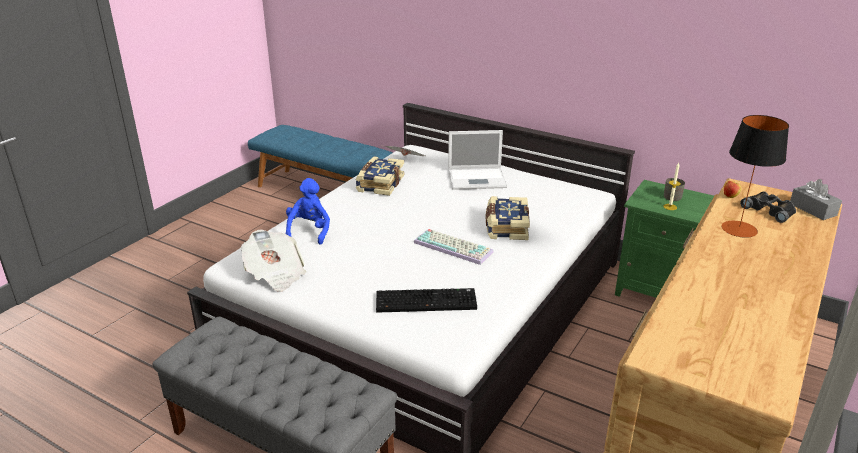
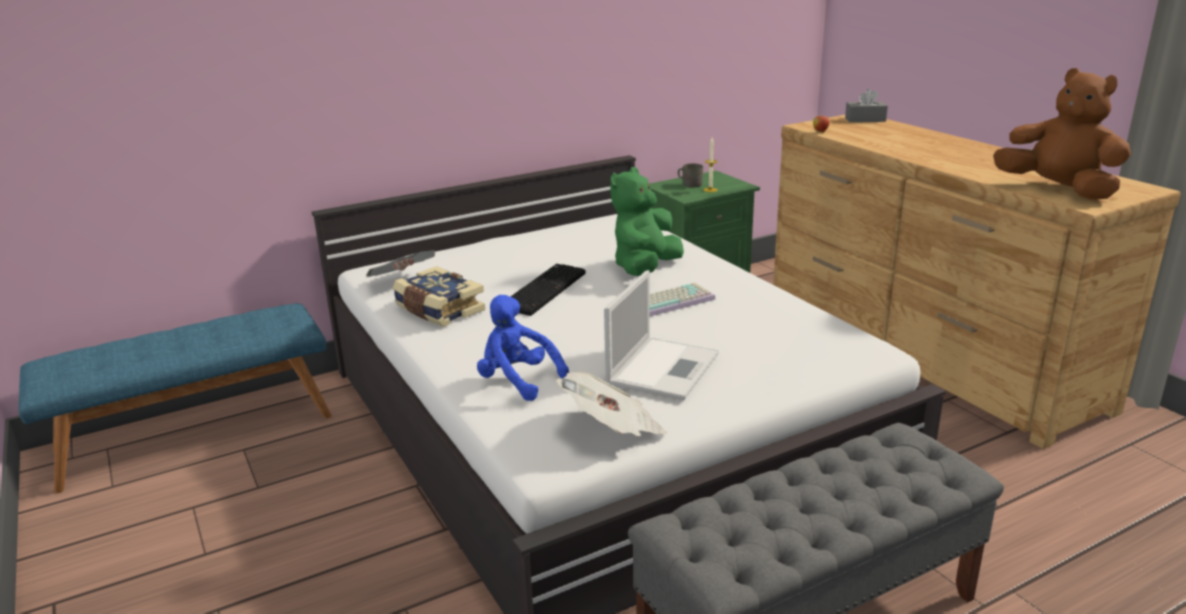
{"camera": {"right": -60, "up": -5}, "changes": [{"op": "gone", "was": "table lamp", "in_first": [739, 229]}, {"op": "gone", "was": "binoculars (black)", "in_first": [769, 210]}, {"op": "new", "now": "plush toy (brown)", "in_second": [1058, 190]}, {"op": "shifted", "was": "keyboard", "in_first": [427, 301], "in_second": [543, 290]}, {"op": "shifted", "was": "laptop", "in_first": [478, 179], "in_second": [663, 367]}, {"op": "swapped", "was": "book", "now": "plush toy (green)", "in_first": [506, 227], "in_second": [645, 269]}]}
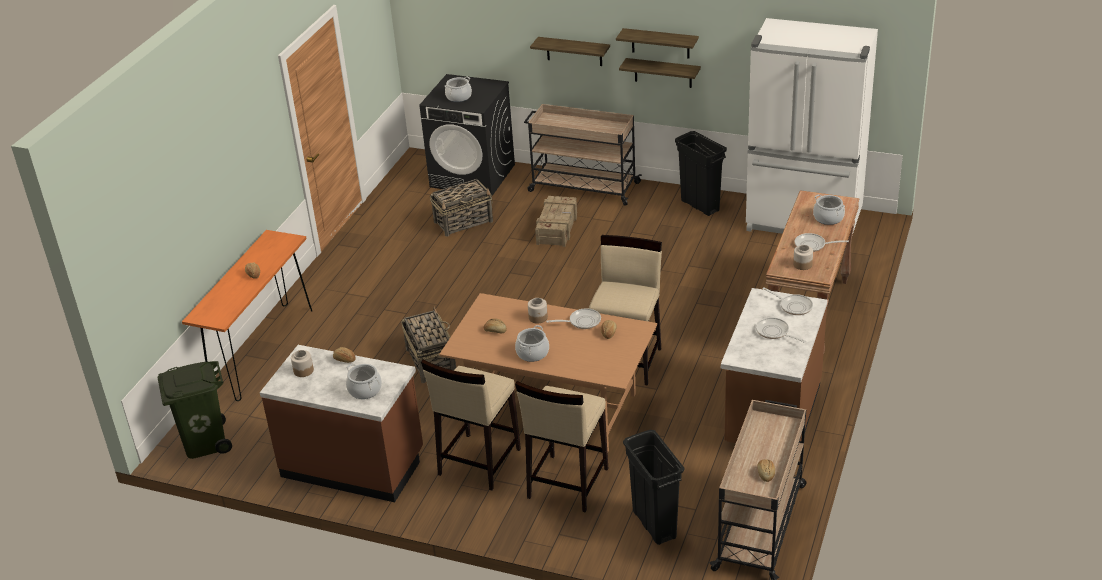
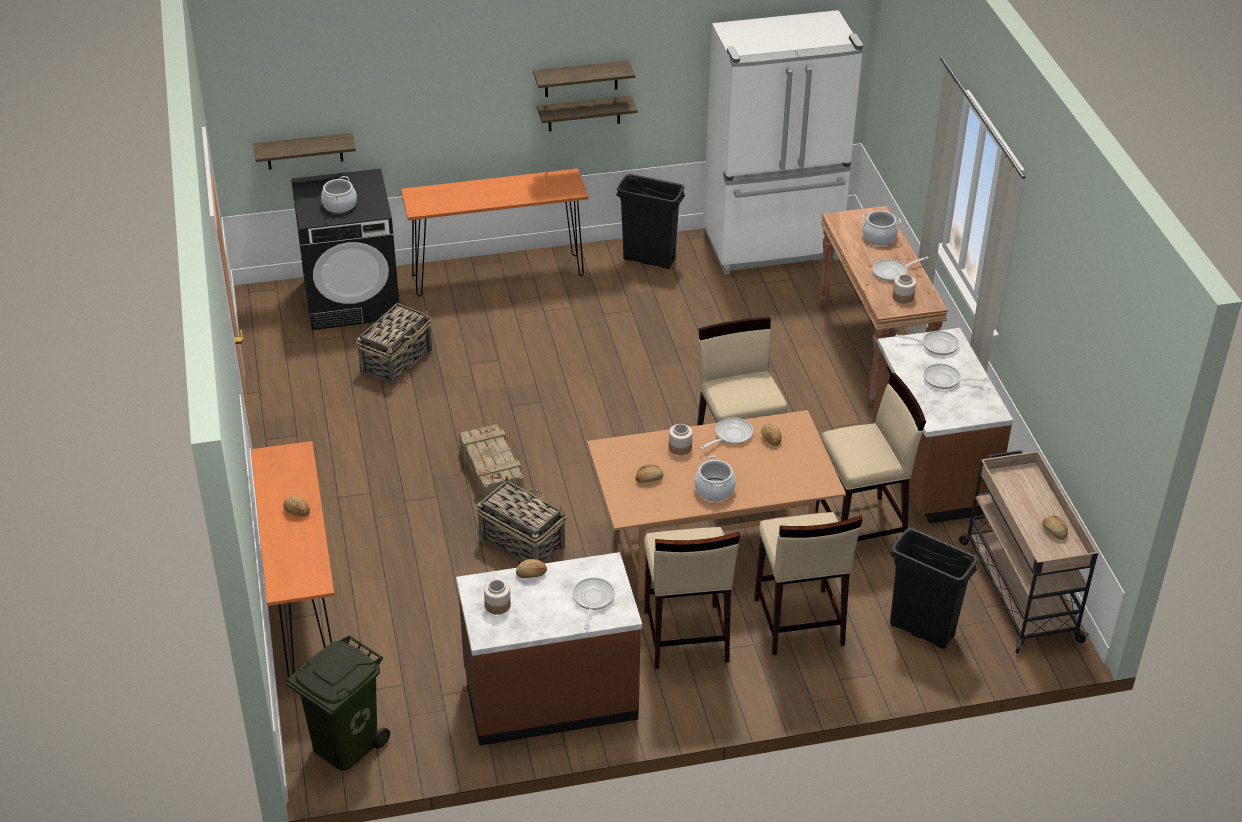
{"camera": {"right": -35, "up": 5}, "changes": [{"op": "new", "now": "stool (beige)", "in_second": [861, 527]}, {"op": "shifted", "was": "shelf", "in_first": [574, 51], "in_second": [304, 151]}, {"op": "shifted", "was": "crate", "in_first": [557, 228], "in_second": [492, 473]}, {"op": "swapped", "was": "cooking pot", "now": "frying pan", "in_first": [365, 390], "in_second": [592, 600]}, {"op": "swapped", "was": "cart (beige)", "now": "console table (orange)", "in_first": [582, 187], "in_second": [498, 275]}]}
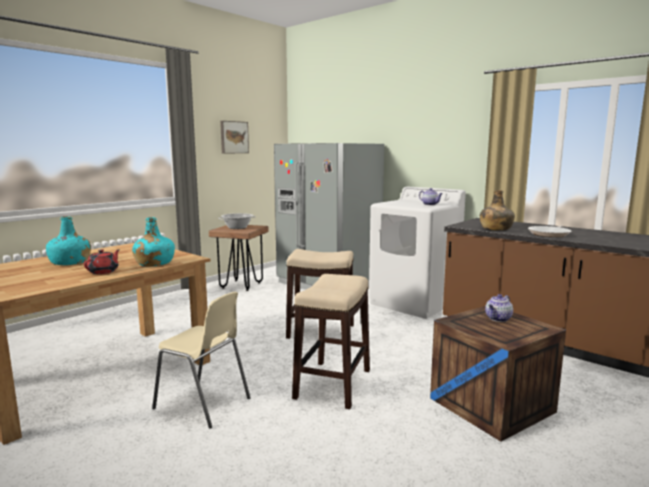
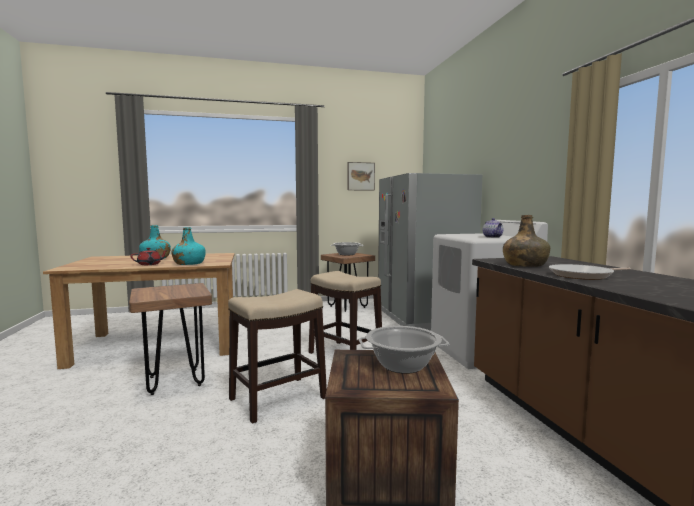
{"camera": {"right": 35, "up": -5}, "changes": [{"op": "swapped", "was": "chair (beige)", "now": "stool (brown)", "in_first": [203, 403], "in_second": [174, 381]}, {"op": "swapped", "was": "teapot", "now": "cooking pot", "in_first": [498, 319], "in_second": [402, 365]}]}
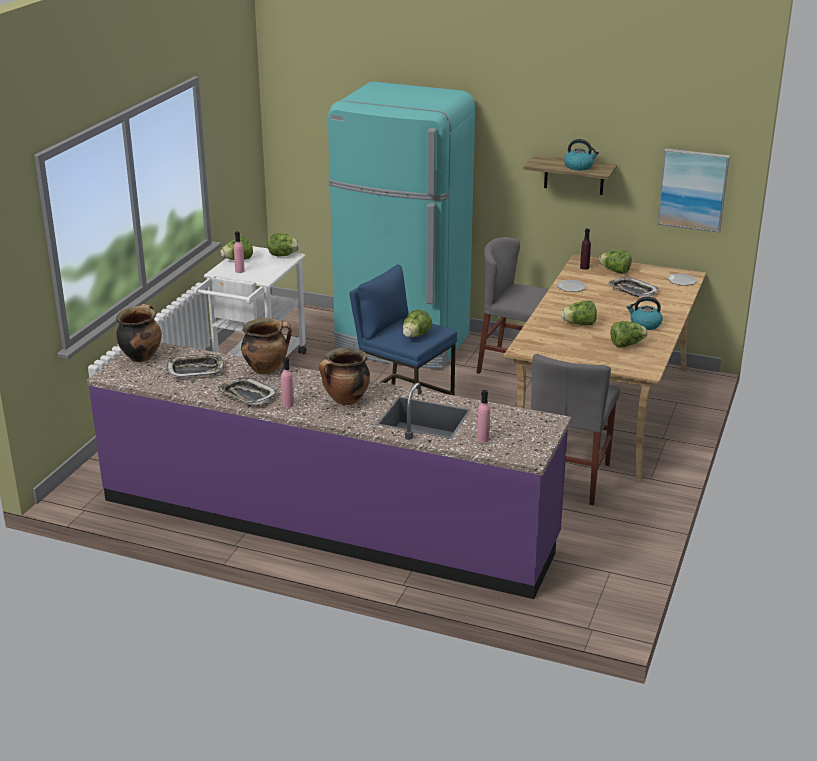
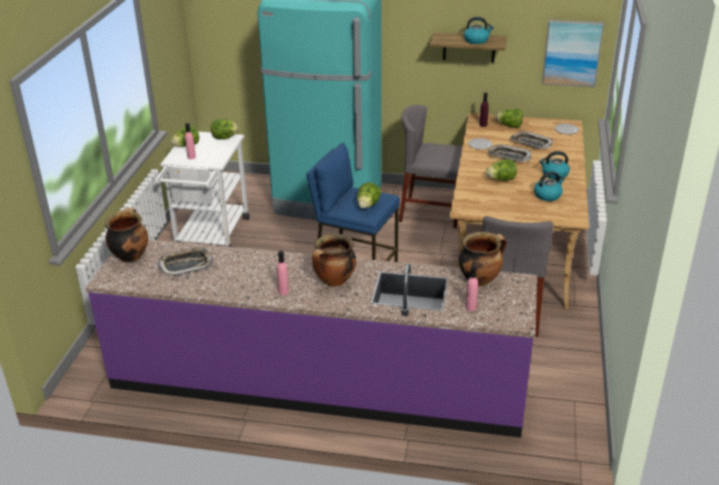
{"camera": {"right": -10, "up": 5}, "changes": [{"op": "shifted", "was": "tray", "in_first": [247, 395], "in_second": [509, 157]}, {"op": "shifted", "was": "cooking pot", "in_first": [267, 369], "in_second": [480, 279]}, {"op": "swapped", "was": "lettuce", "now": "kettle", "in_first": [626, 344], "in_second": [548, 195]}]}
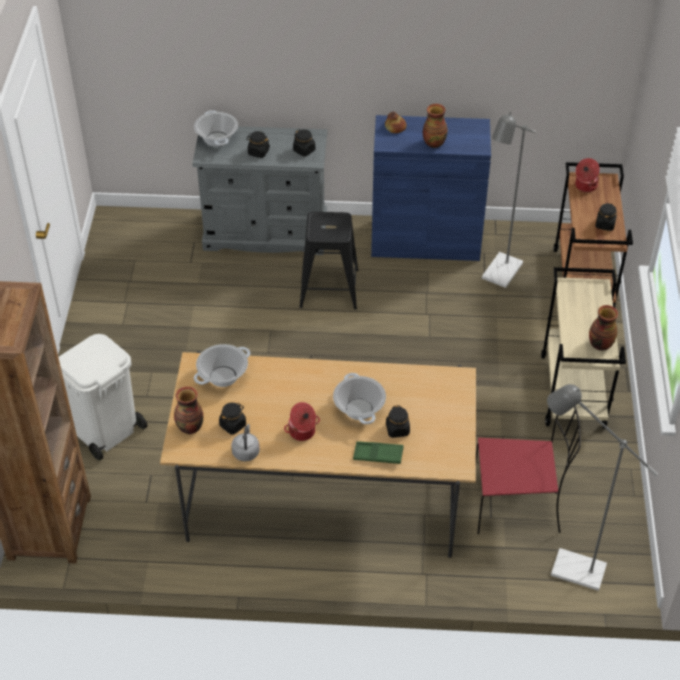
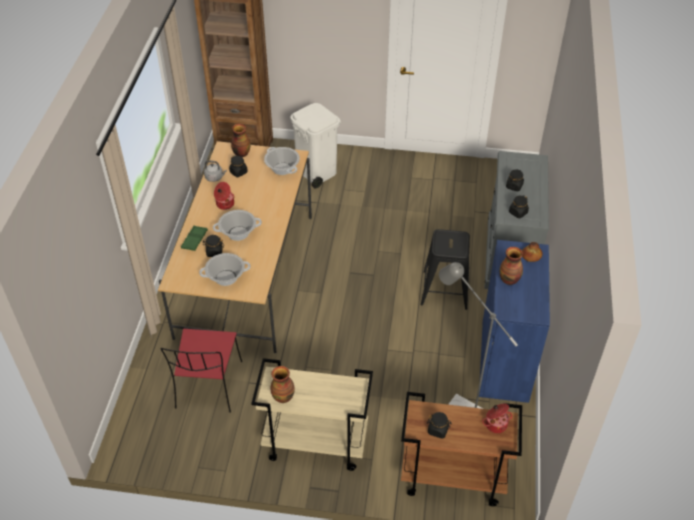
{"camera": {"right": 95, "up": 0}, "changes": [{"op": "gone", "was": "floor lamp (grey)", "in_first": [568, 567]}, {"op": "shifted", "was": "cooking pot", "in_first": [217, 139], "in_second": [226, 277]}]}
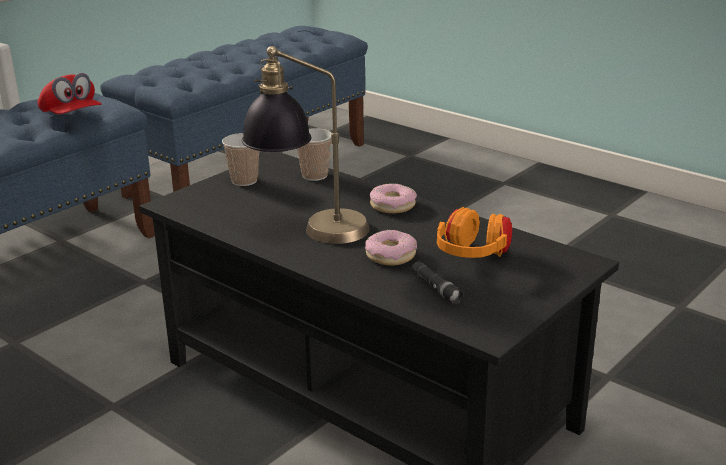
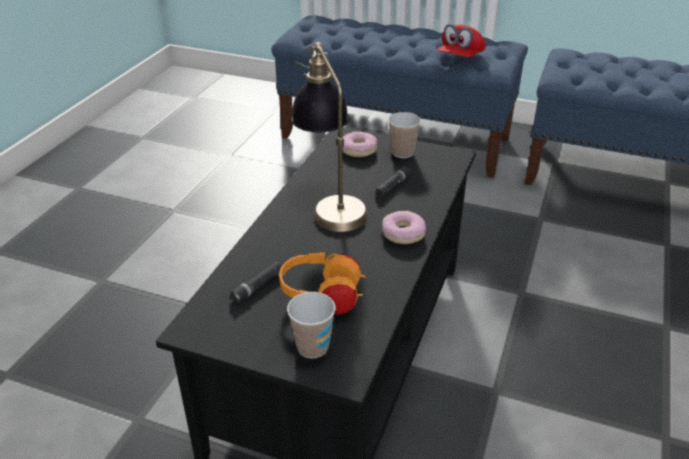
{"camera": {"right": 70, "up": 10}, "changes": [{"op": "new", "now": "flashlight (black)", "in_second": [392, 186]}, {"op": "shifted", "was": "cup", "in_first": [314, 176], "in_second": [312, 347]}, {"op": "shifted", "was": "donut", "in_first": [391, 255], "in_second": [358, 149]}]}
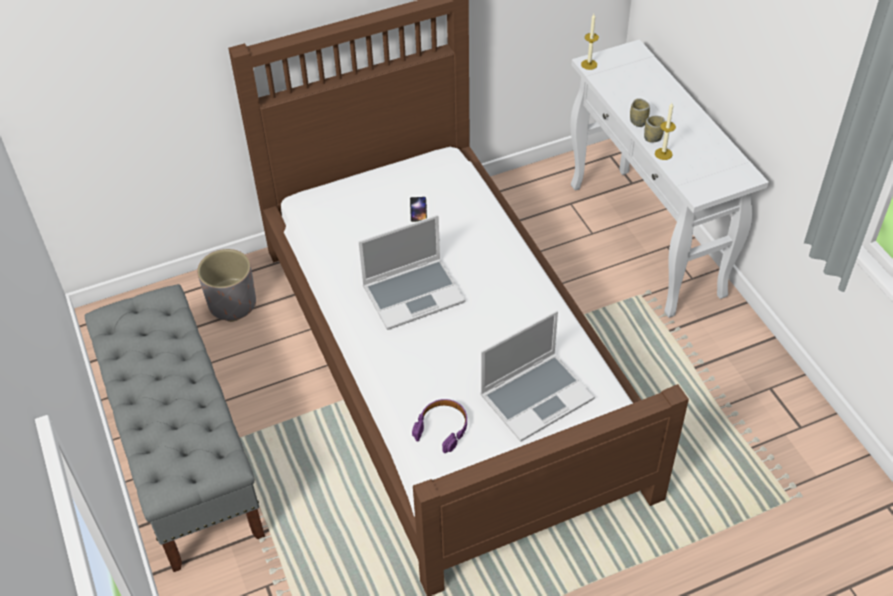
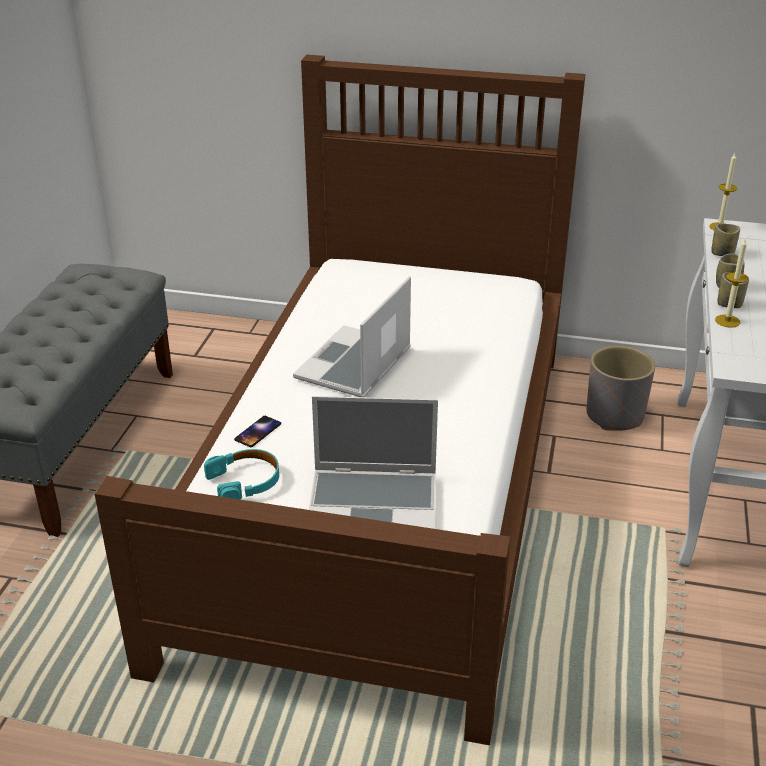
{"camera": {"right": 35, "up": -15}, "changes": [{"op": "new", "now": "cup", "in_second": [722, 253]}, {"op": "shifted", "was": "planter (grey)", "in_first": [232, 304], "in_second": [615, 416]}, {"op": "shifted", "was": "phone", "in_first": [418, 209], "in_second": [258, 432]}, {"op": "repainted", "was": "headphones (purple)", "now": "headphones (turquoise)", "in_first": [442, 428], "in_second": [245, 481]}, {"op": "rotated", "was": "laptop", "in_first": [414, 293], "in_second": [354, 366], "clockwise": 105}]}
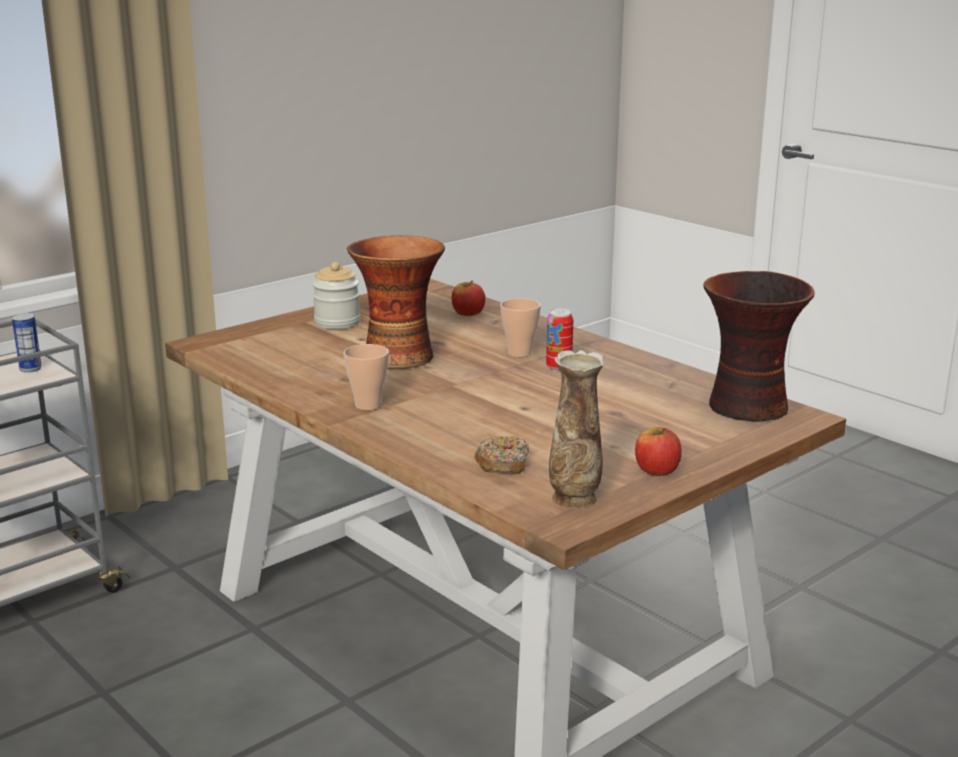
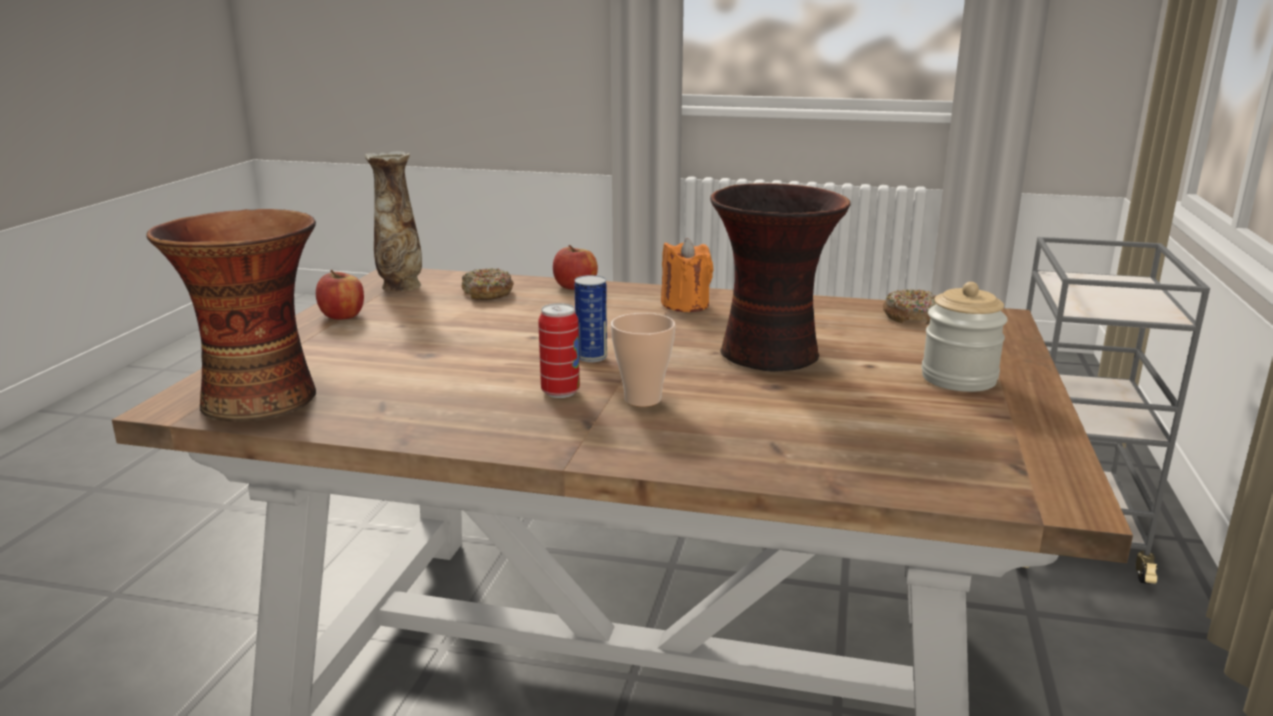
{"camera": {"right": 145, "up": 0}, "changes": [{"op": "new", "now": "donut", "in_second": [911, 316]}, {"op": "shifted", "was": "can", "in_first": [30, 369], "in_second": [591, 357]}, {"op": "shifted", "was": "apple", "in_first": [468, 313], "in_second": [575, 287]}, {"op": "swapped", "was": "cup", "now": "candle (orange)", "in_first": [368, 405], "in_second": [685, 305]}]}
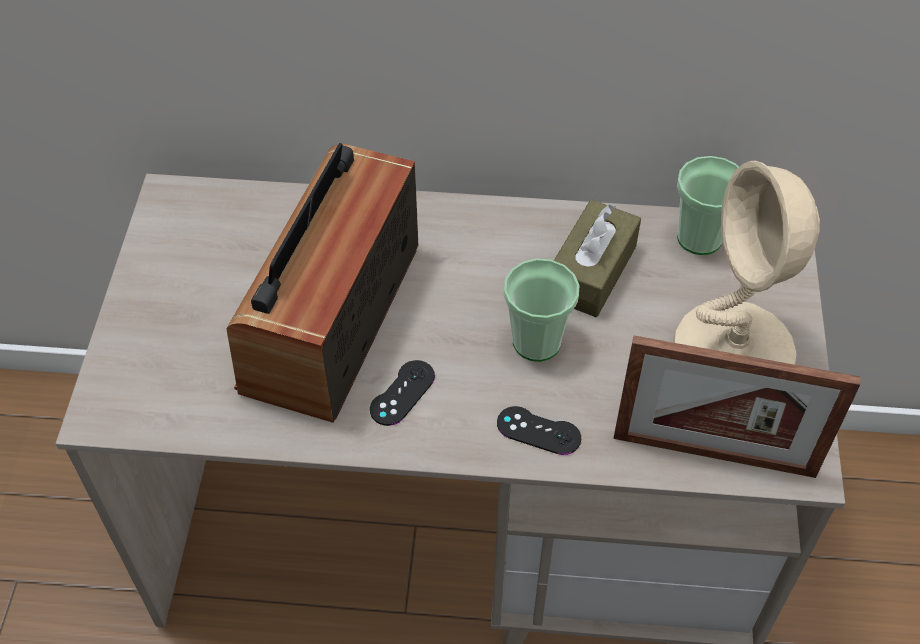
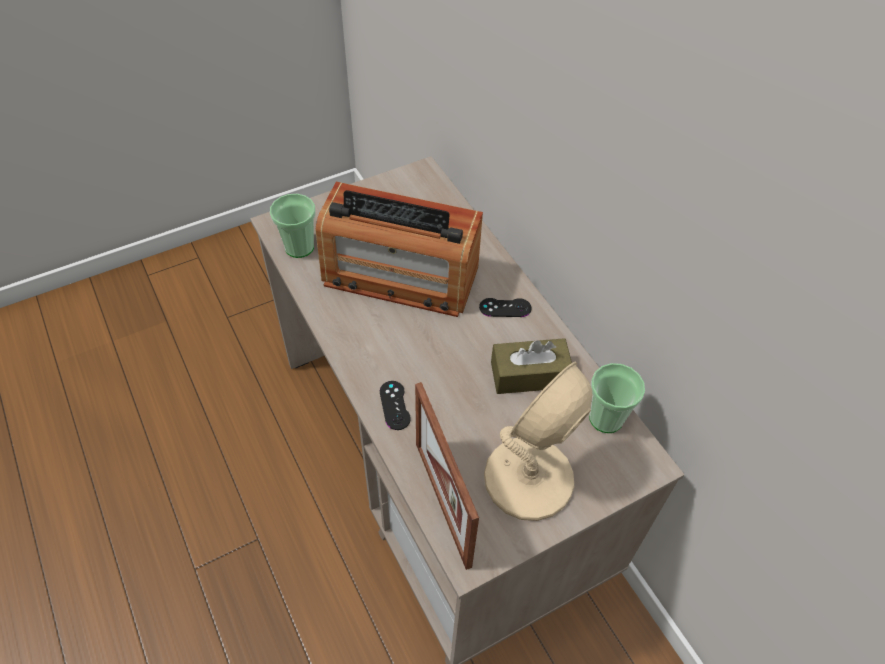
{"camera": {"right": 55, "up": 0}, "changes": [{"op": "shifted", "was": "game controller (black)", "in_first": [402, 393], "in_second": [505, 308]}, {"op": "shifted", "was": "cup", "in_first": [536, 342], "in_second": [299, 247]}, {"op": "rotated", "was": "radio", "in_first": [331, 317], "in_second": [400, 276], "clockwise": -150}]}
